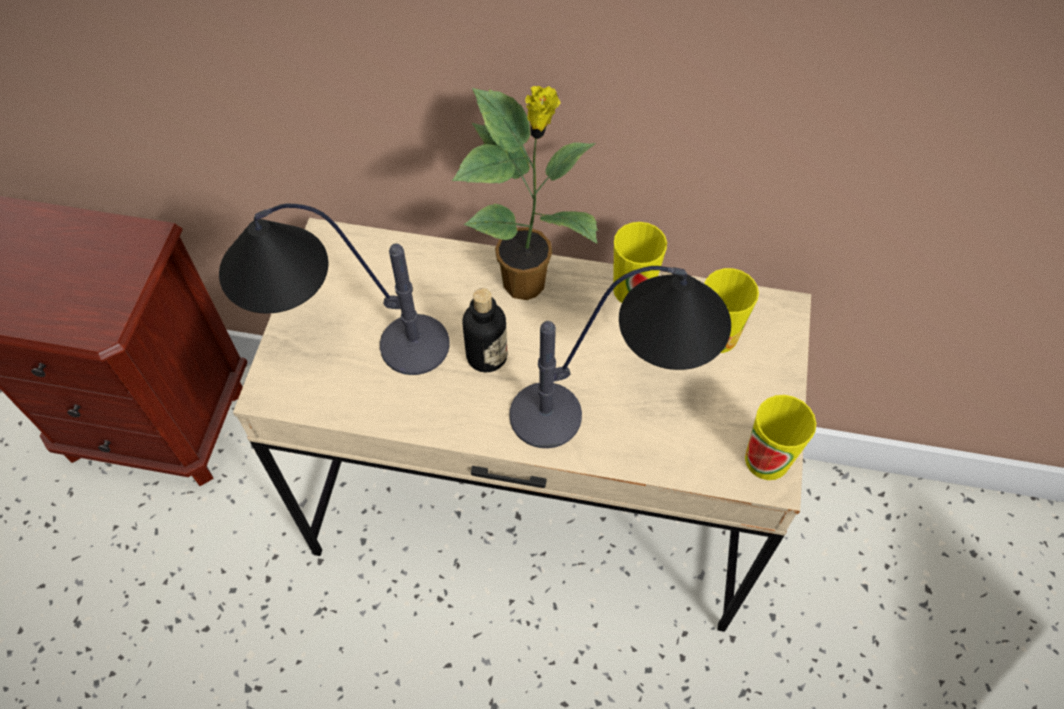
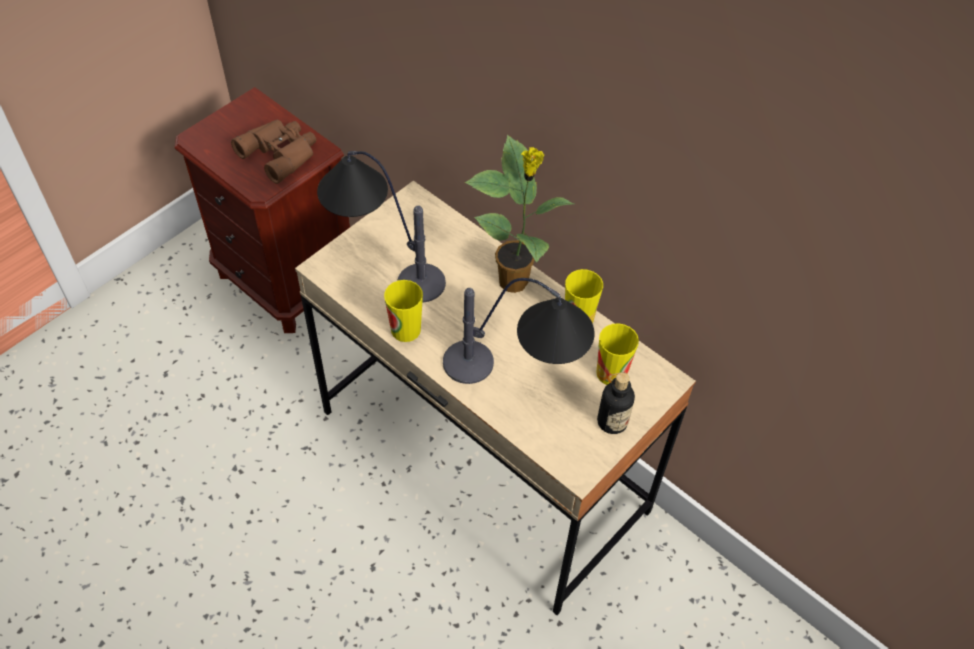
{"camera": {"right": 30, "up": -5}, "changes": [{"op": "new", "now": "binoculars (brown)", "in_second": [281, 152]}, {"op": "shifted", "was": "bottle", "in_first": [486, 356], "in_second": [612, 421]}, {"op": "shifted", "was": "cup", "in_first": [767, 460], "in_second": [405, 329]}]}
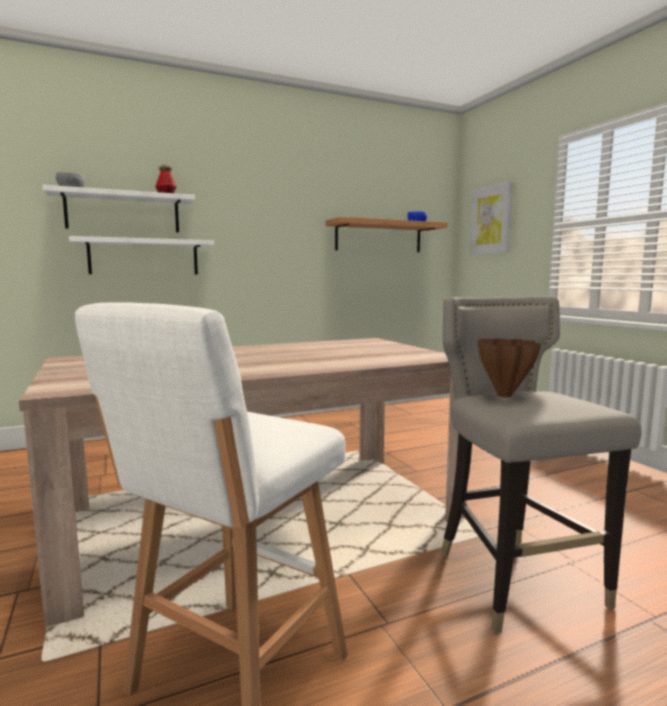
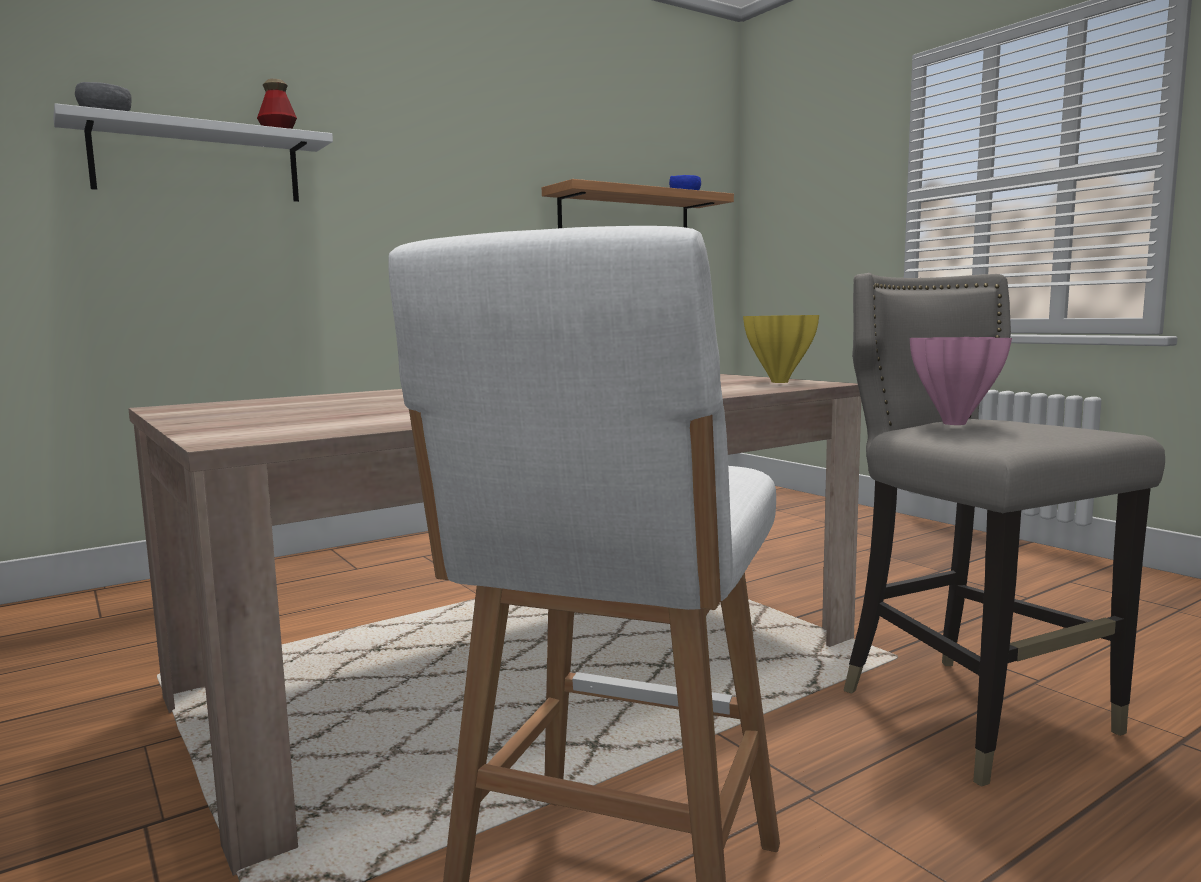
{"camera": {"right": -10, "up": 0}, "changes": [{"op": "gone", "was": "shelf (white)", "in_first": [144, 257]}, {"op": "gone", "was": "picture", "in_first": [491, 220]}, {"op": "new", "now": "vase (yellow)", "in_second": [778, 382]}, {"op": "repainted", "was": "vase (brown)", "now": "vase (pink)", "in_first": [505, 396], "in_second": [956, 424]}]}
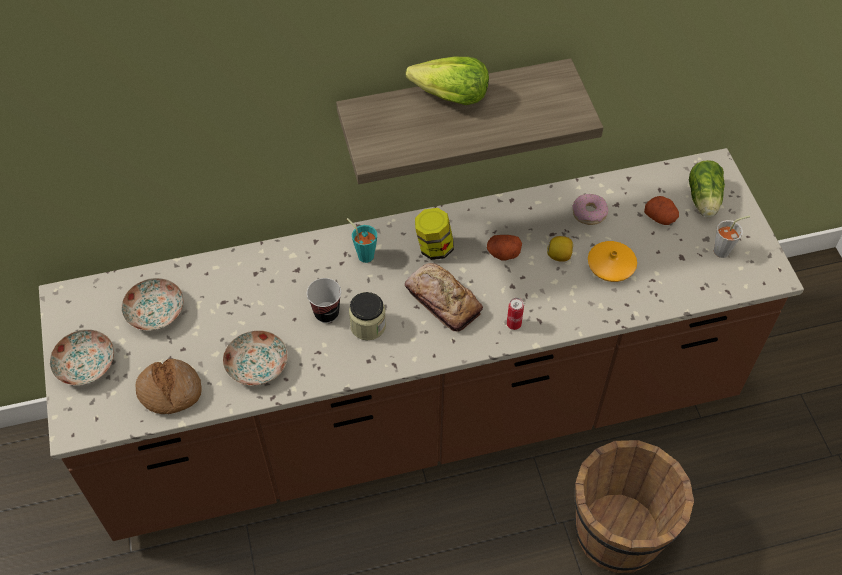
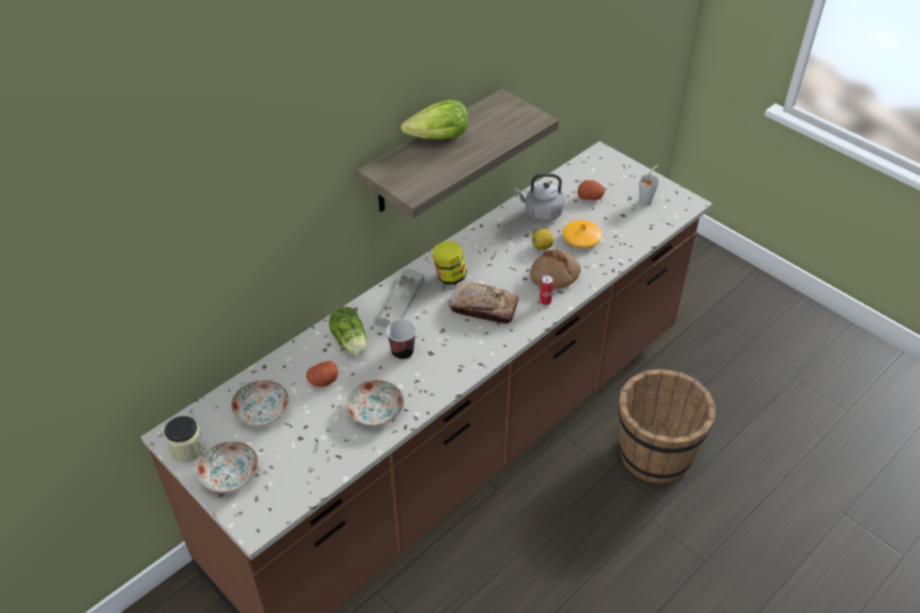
{"camera": {"right": -30, "up": -10}, "changes": [{"op": "shifted", "was": "bread", "in_first": [170, 391], "in_second": [554, 276]}, {"op": "shifted", "was": "jar", "in_first": [368, 326], "in_second": [187, 449]}, {"op": "shifted", "was": "potato", "in_first": [503, 253], "in_second": [323, 381]}, {"op": "shifted", "was": "lettuce", "in_first": [703, 200], "in_second": [351, 343]}, {"op": "swapped", "was": "cup (turquoise)", "now": "tray (grey)", "in_first": [363, 253], "in_second": [399, 302]}, {"op": "swapped", "was": "donut", "now": "kettle (grey)", "in_first": [589, 213], "in_second": [541, 212]}]}
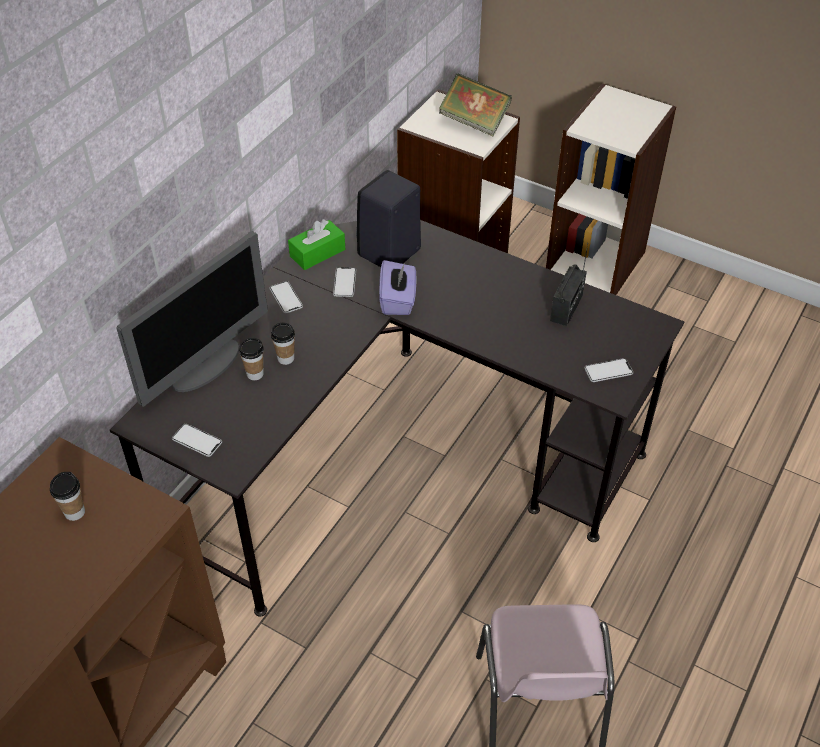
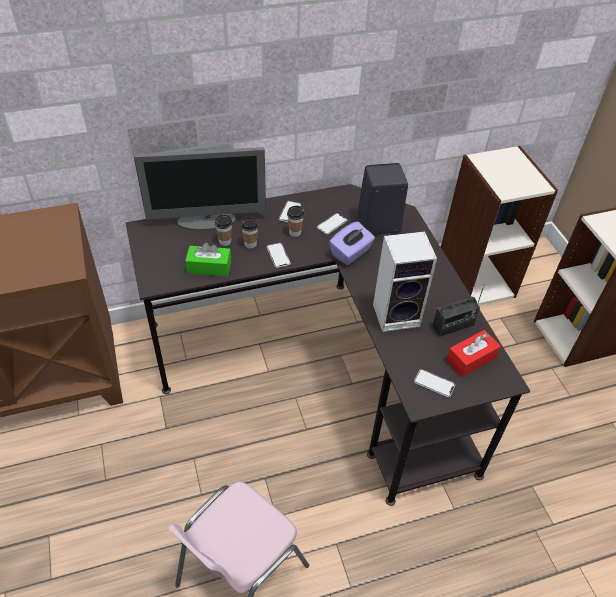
{"camera": {"right": 40, "up": 0}, "changes": [{"op": "gone", "was": "book", "in_first": [474, 122]}, {"op": "new", "now": "speaker", "in_second": [397, 314]}, {"op": "new", "now": "tissue box (red)", "in_second": [471, 359]}, {"op": "shifted", "was": "cup", "in_first": [74, 512], "in_second": [295, 232]}, {"op": "shifted", "was": "phone", "in_first": [197, 441], "in_second": [278, 255]}, {"op": "shifted", "was": "tissue box (green)", "in_first": [317, 253], "in_second": [209, 267]}]}
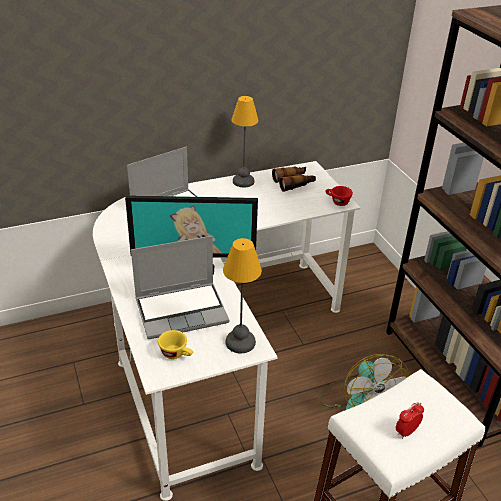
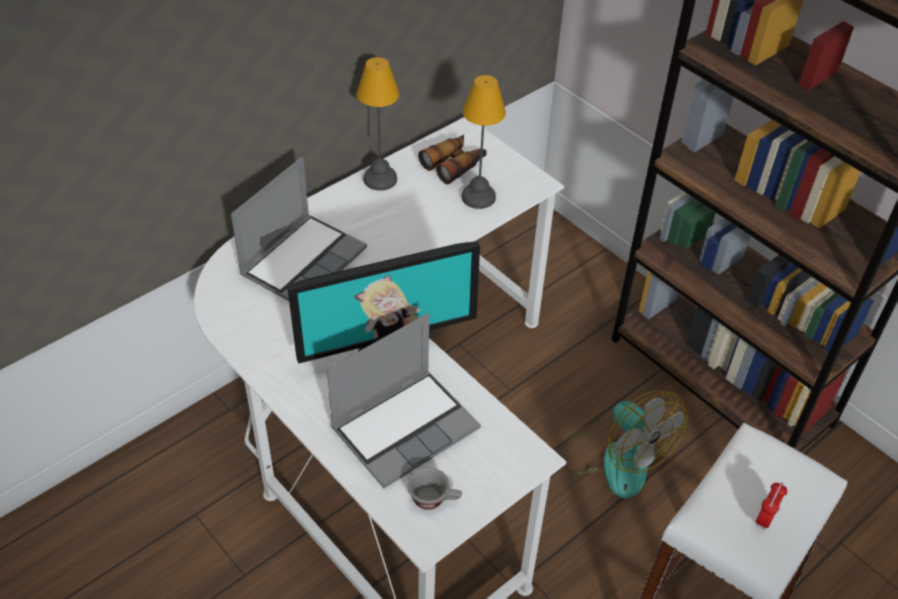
{"camera": {"right": -20, "up": 10}, "changes": [{"op": "gone", "was": "cup (red)", "in_first": [337, 202]}, {"op": "shifted", "was": "table lamp", "in_first": [239, 343], "in_second": [478, 198]}, {"op": "repainted", "was": "cup (yellow)", "now": "cup (grey)", "in_first": [177, 354], "in_second": [434, 499]}]}
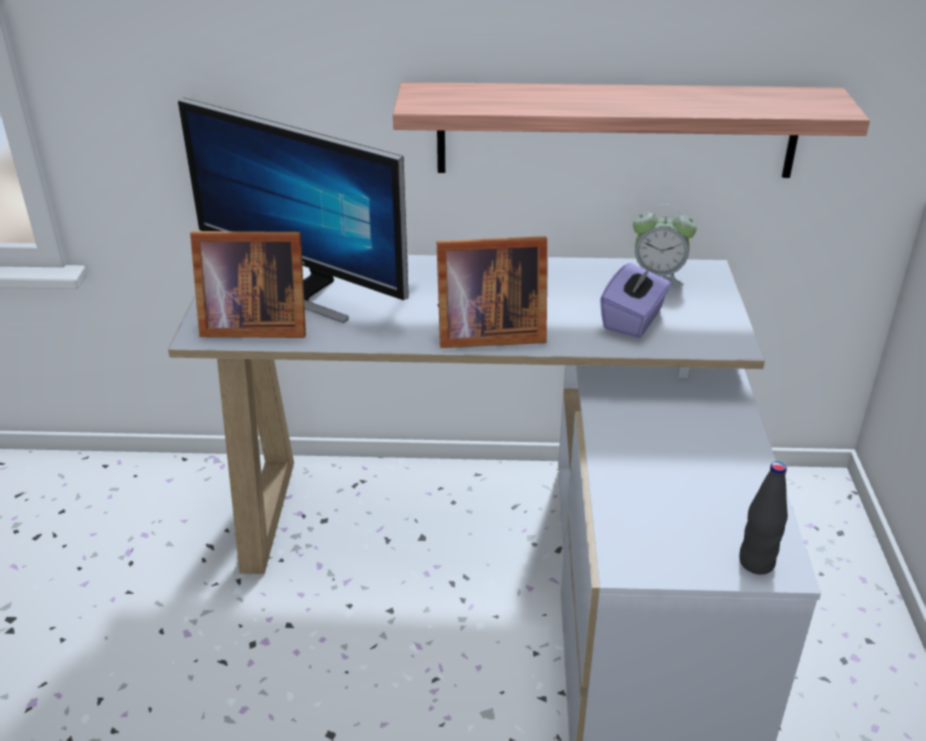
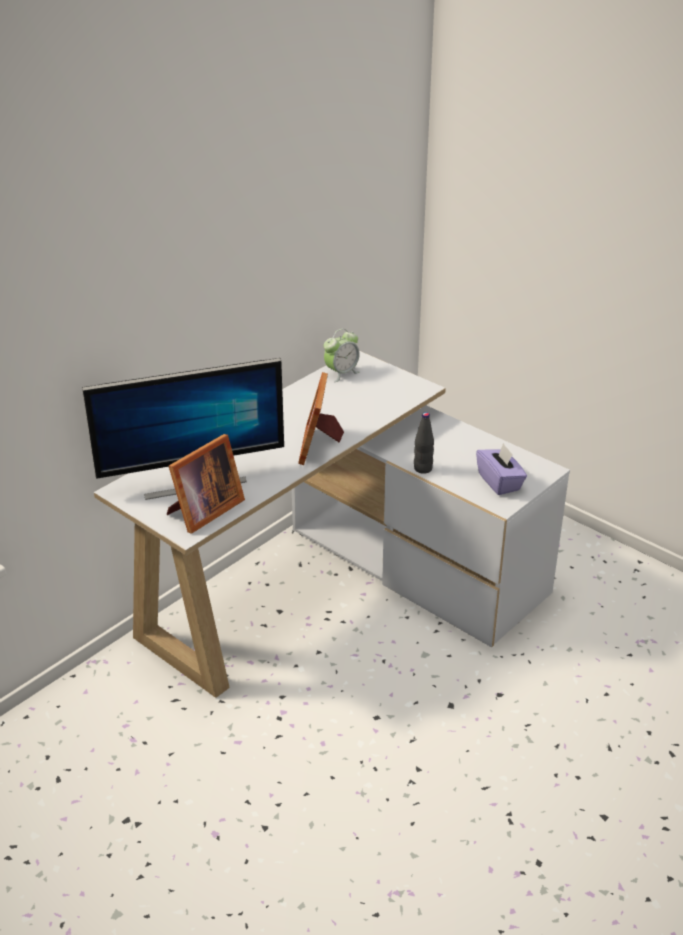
{"camera": {"right": -50, "up": 0}, "changes": [{"op": "gone", "was": "shelf", "in_first": [616, 130]}, {"op": "shifted", "was": "tissue box (purple)", "in_first": [633, 320], "in_second": [499, 482]}, {"op": "shifted", "was": "bottle (black)", "in_first": [756, 562], "in_second": [423, 469]}, {"op": "rotated", "was": "picture frame", "in_first": [486, 333], "in_second": [319, 445], "clockwise": 150}]}
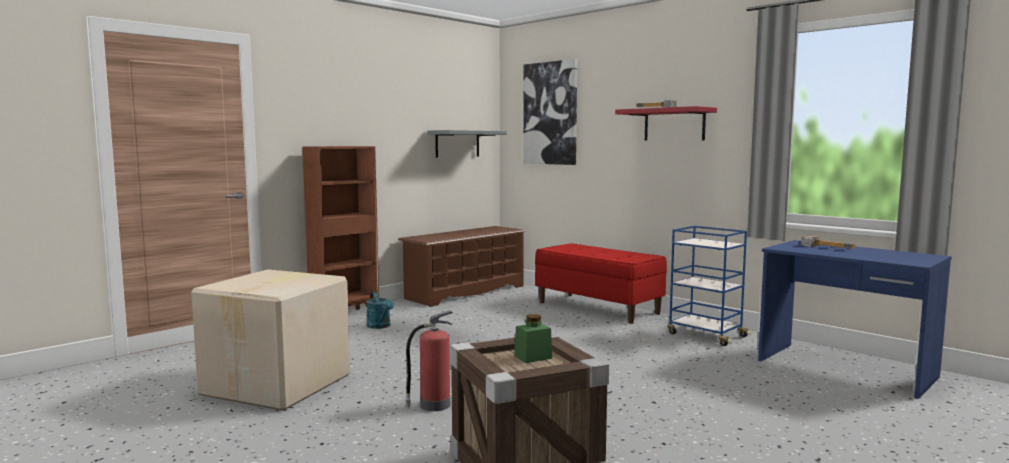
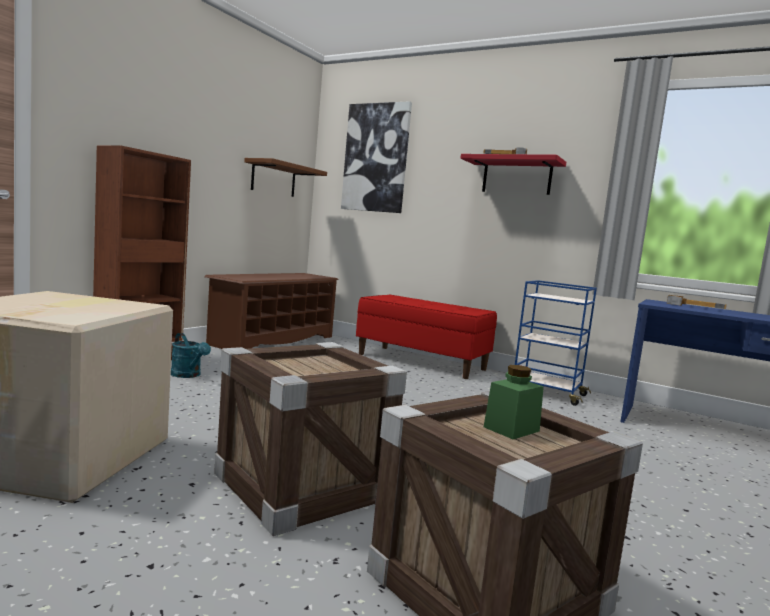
{"camera": {"right": -15, "up": 0}, "changes": [{"op": "swapped", "was": "fire extinguisher", "now": "crate", "in_first": [433, 405], "in_second": [302, 487]}, {"op": "repainted", "was": "shelf (grey)", "now": "shelf (brown)", "in_first": [457, 144], "in_second": [273, 179]}]}
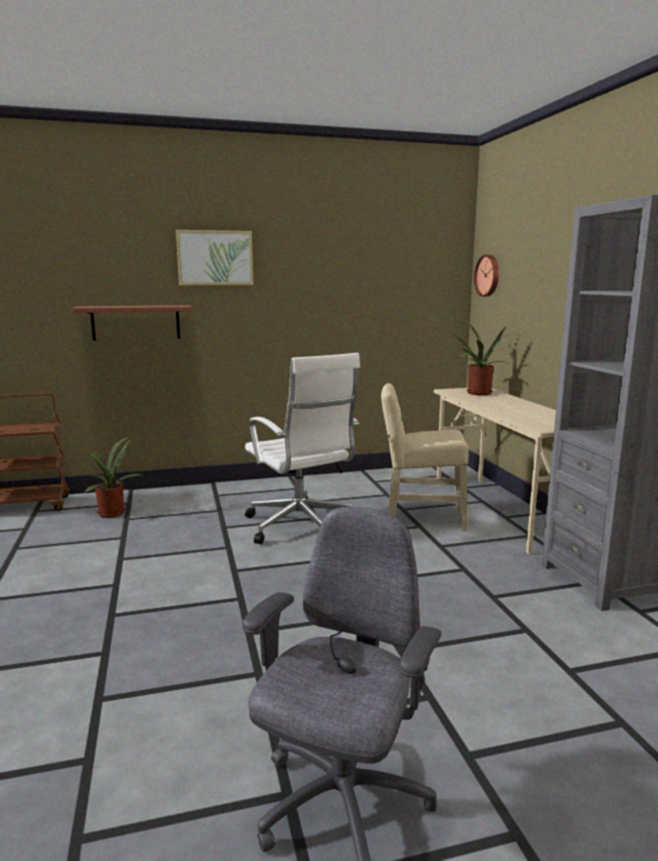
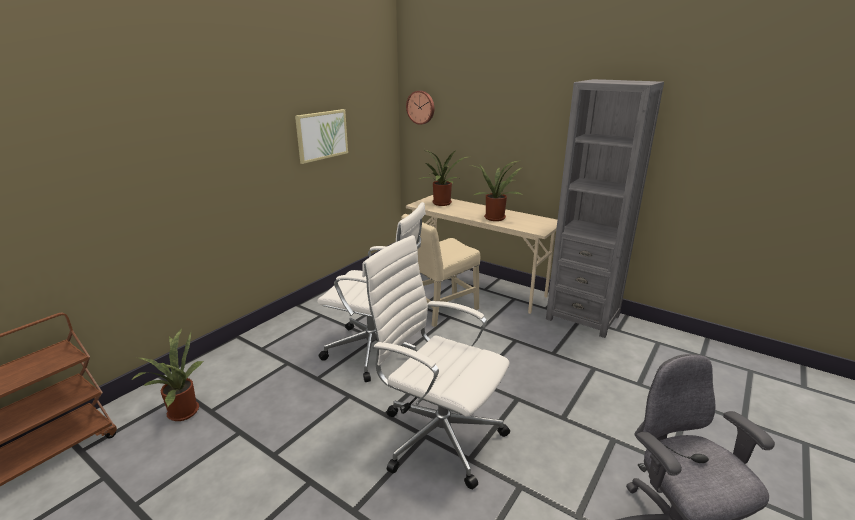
{"camera": {"right": -40, "up": 10}, "changes": [{"op": "gone", "was": "shelf", "in_first": [136, 322]}, {"op": "new", "now": "office chair (white)", "in_second": [438, 435]}, {"op": "new", "now": "potted plant", "in_second": [495, 217]}, {"op": "shifted", "was": "picture", "in_first": [215, 258], "in_second": [322, 135]}]}
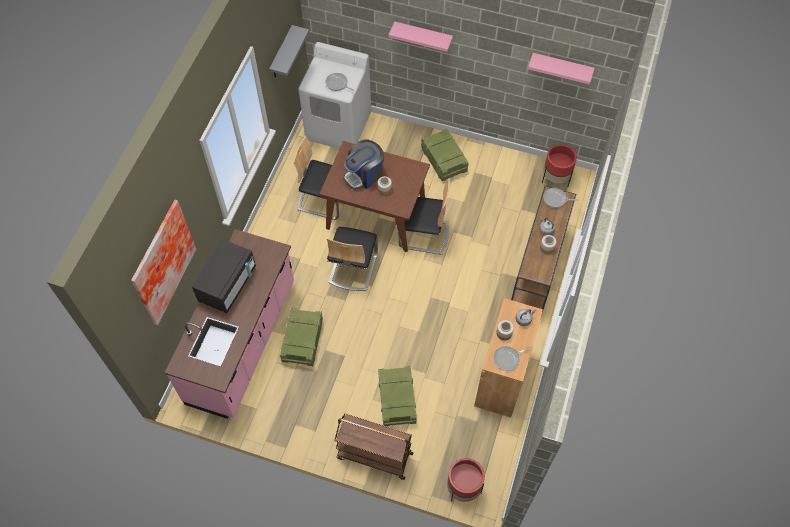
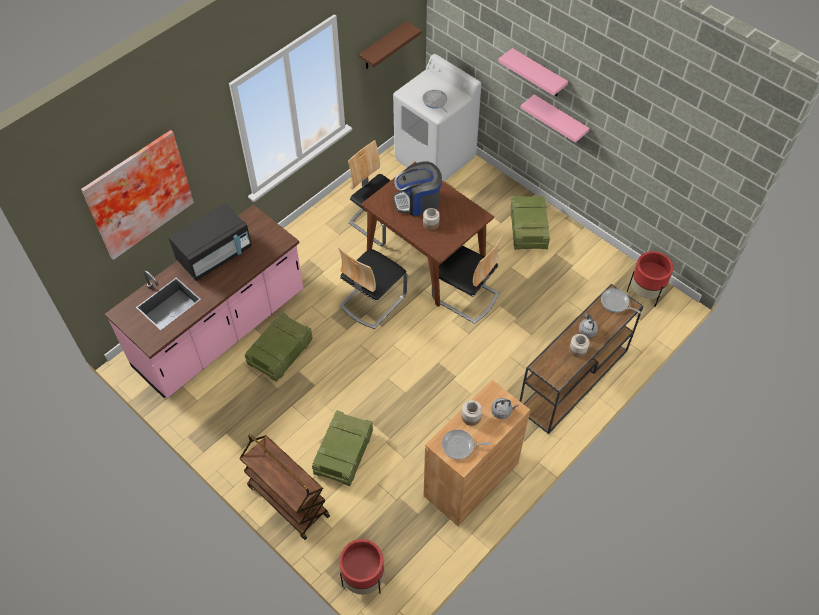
{"camera": {"right": 25, "up": -5}, "changes": [{"op": "shifted", "was": "shelf (pink)", "in_first": [561, 67], "in_second": [559, 120]}, {"op": "repainted", "was": "shelf (grey)", "now": "shelf (brown)", "in_first": [281, 54], "in_second": [383, 47]}]}
